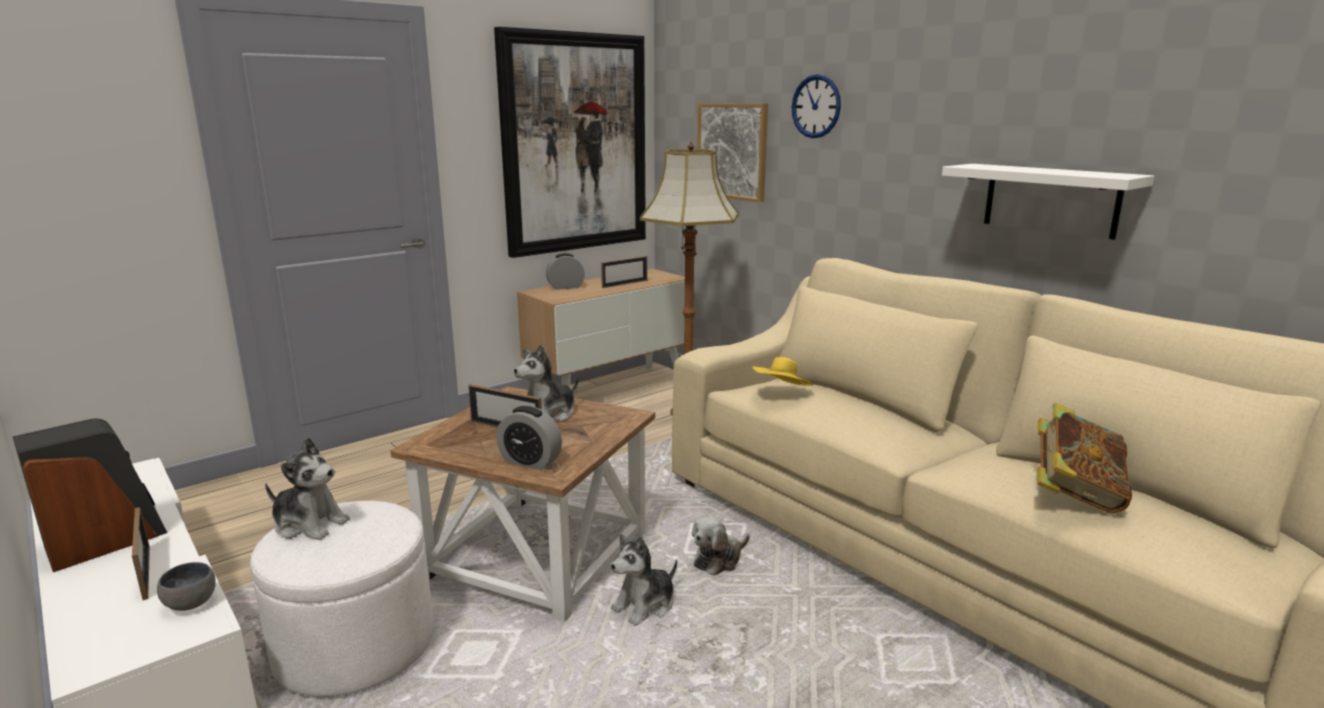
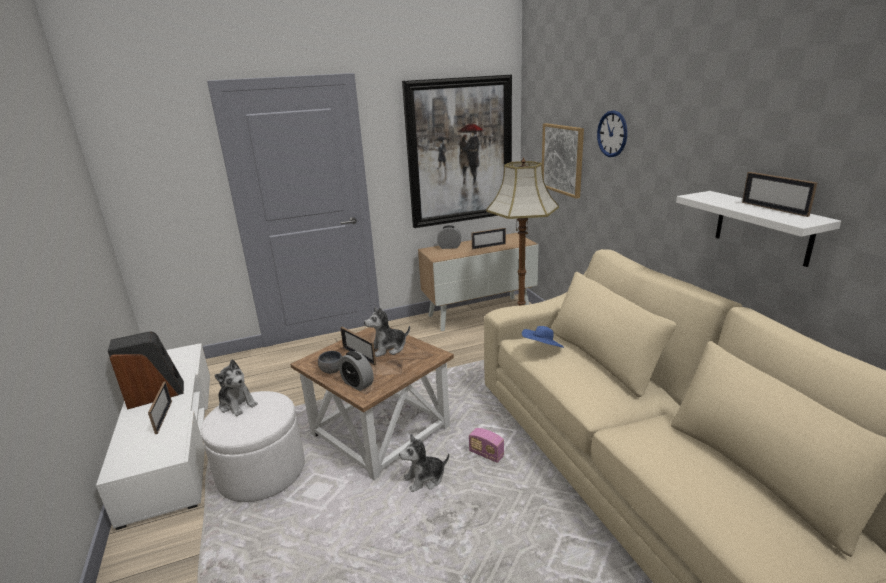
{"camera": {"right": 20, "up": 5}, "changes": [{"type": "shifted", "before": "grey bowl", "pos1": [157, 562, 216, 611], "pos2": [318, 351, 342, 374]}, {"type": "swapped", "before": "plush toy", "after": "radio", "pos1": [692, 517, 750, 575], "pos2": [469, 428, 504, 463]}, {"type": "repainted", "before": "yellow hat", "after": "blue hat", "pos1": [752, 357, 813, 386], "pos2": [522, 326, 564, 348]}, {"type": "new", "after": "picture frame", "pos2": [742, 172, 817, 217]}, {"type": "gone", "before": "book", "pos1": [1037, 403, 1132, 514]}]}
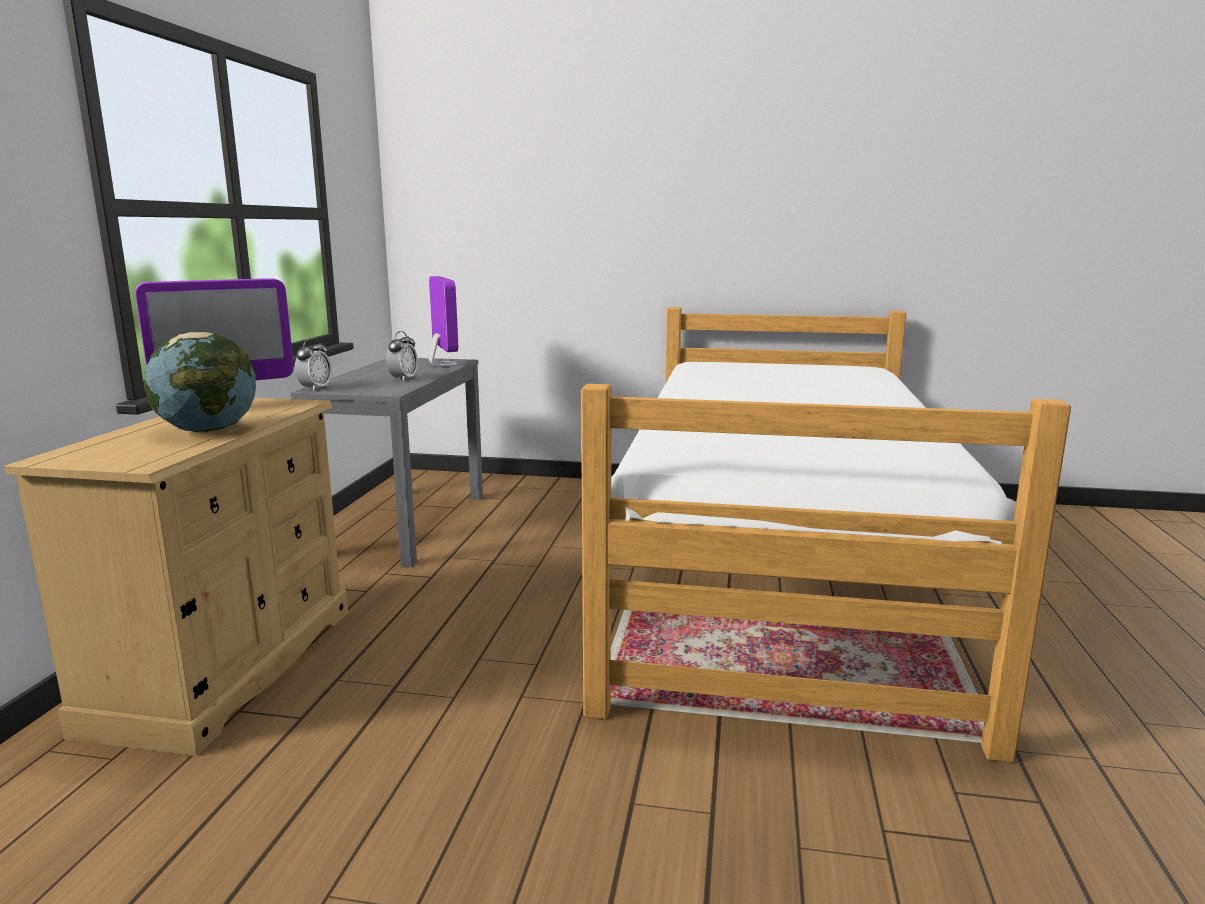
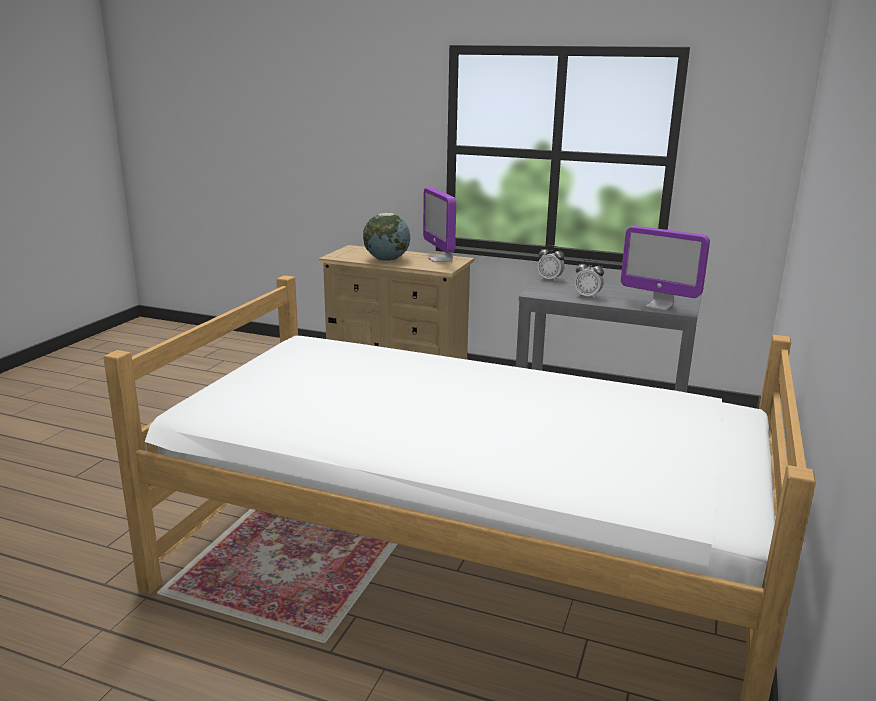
{"camera": {"right": 100, "up": 5}, "changes": [{"type": "rotated", "before": "monitor", "pos1": [428, 276, 458, 367], "pos2": [621, 226, 710, 311], "turn": 45}]}
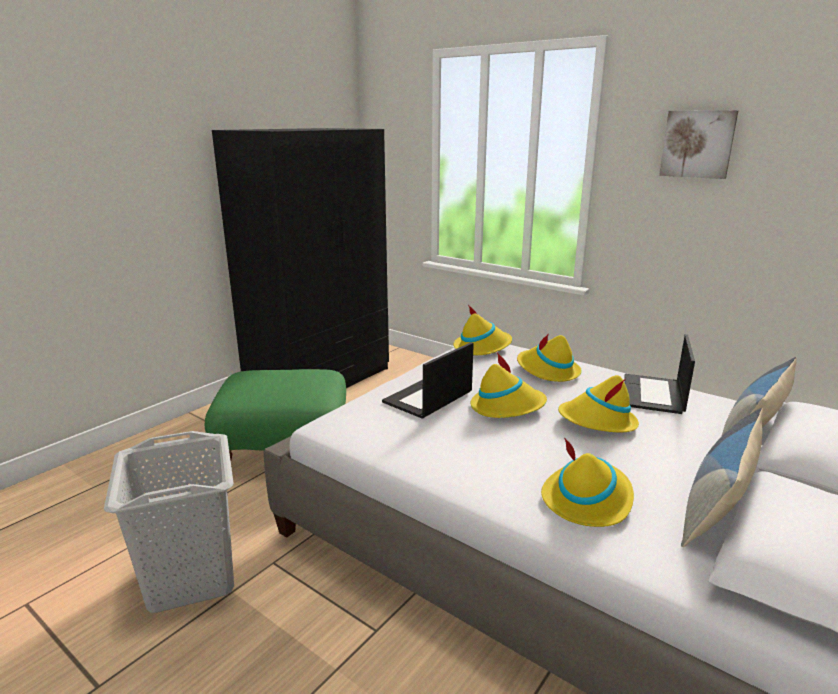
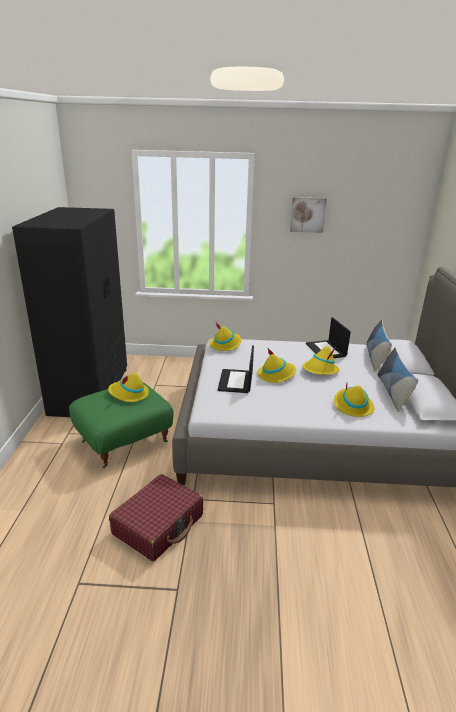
{"camera": {"right": -35, "up": 5}, "changes": [{"type": "shifted", "before": "yellow hat", "pos1": [517, 334, 582, 382], "pos2": [108, 373, 149, 402]}, {"type": "swapped", "before": "grey laundry basket", "after": "red suitcase", "pos1": [104, 431, 234, 613], "pos2": [109, 474, 203, 561]}]}
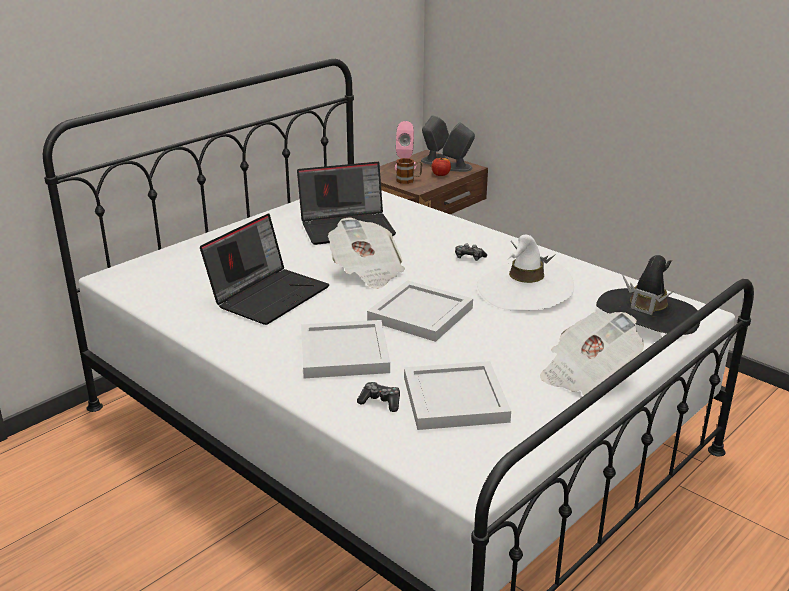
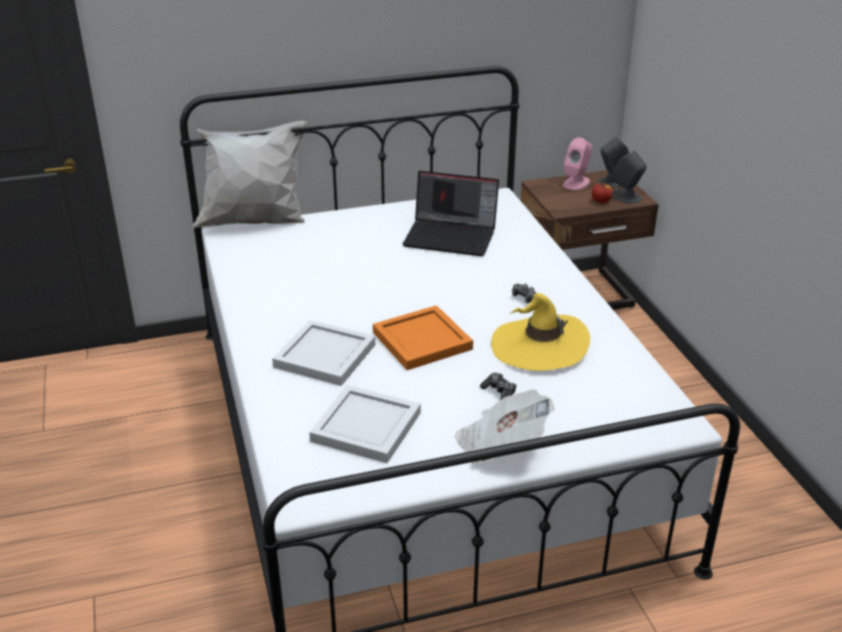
{"camera": {"right": 30, "up": 5}, "changes": [{"type": "new", "after": "white pillow", "pos2": [192, 121, 307, 228]}, {"type": "repainted", "before": "white tray", "after": "orange tray", "pos1": [367, 280, 473, 342], "pos2": [373, 305, 473, 370]}, {"type": "shifted", "before": "game controller", "pos1": [357, 382, 400, 412], "pos2": [480, 373, 517, 399]}, {"type": "repainted", "before": "white hat", "after": "yellow hat", "pos1": [477, 235, 574, 310], "pos2": [491, 293, 590, 371]}, {"type": "gone", "before": "laptop", "pos1": [200, 213, 330, 325]}, {"type": "gone", "before": "newspaper", "pos1": [328, 217, 405, 289]}, {"type": "gone", "before": "mug", "pos1": [396, 158, 422, 184]}, {"type": "gone", "before": "black hat", "pos1": [596, 255, 700, 335]}]}
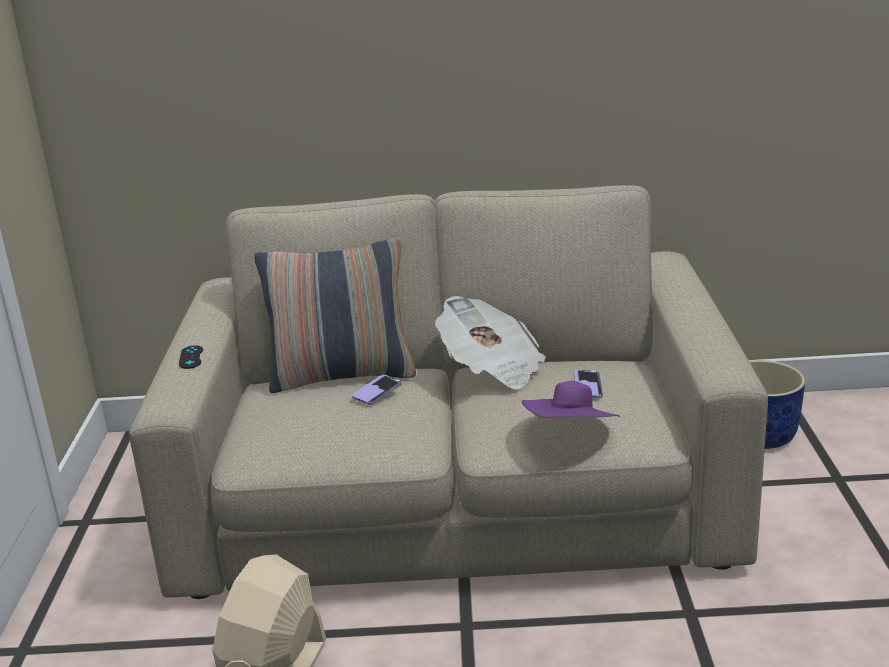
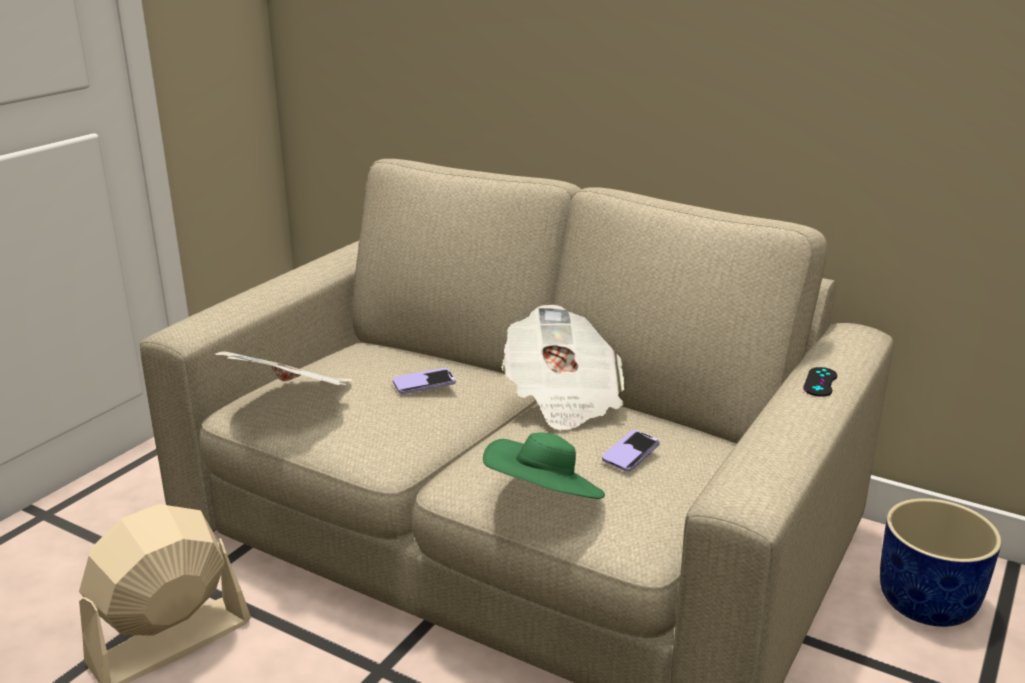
{"camera": {"right": 30, "up": 0}, "changes": [{"type": "new", "after": "newspaper", "pos2": [215, 352, 353, 385]}, {"type": "repainted", "before": "purple hat", "after": "green hat", "pos1": [522, 381, 620, 418], "pos2": [483, 433, 605, 499]}, {"type": "shifted", "before": "black game controller", "pos1": [179, 345, 203, 369], "pos2": [803, 367, 837, 397]}, {"type": "gone", "before": "pillow", "pos1": [254, 238, 416, 393]}]}
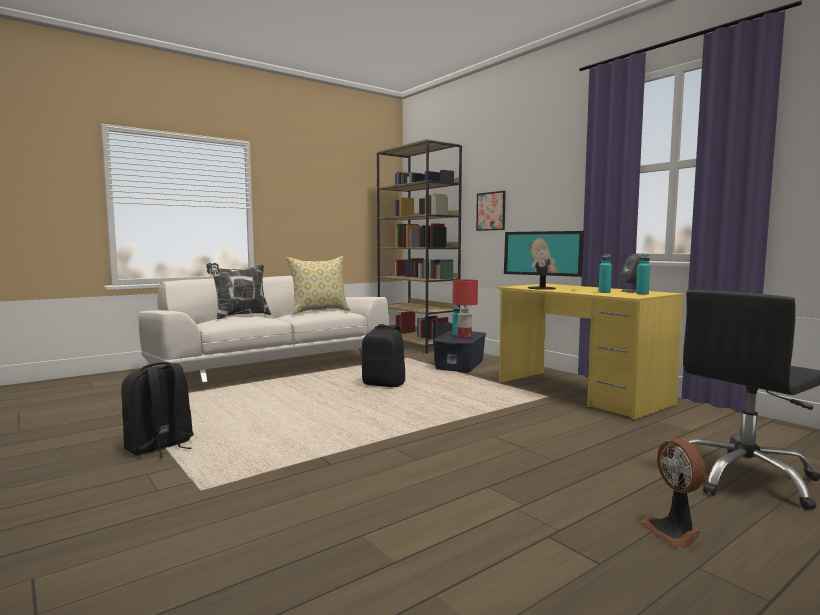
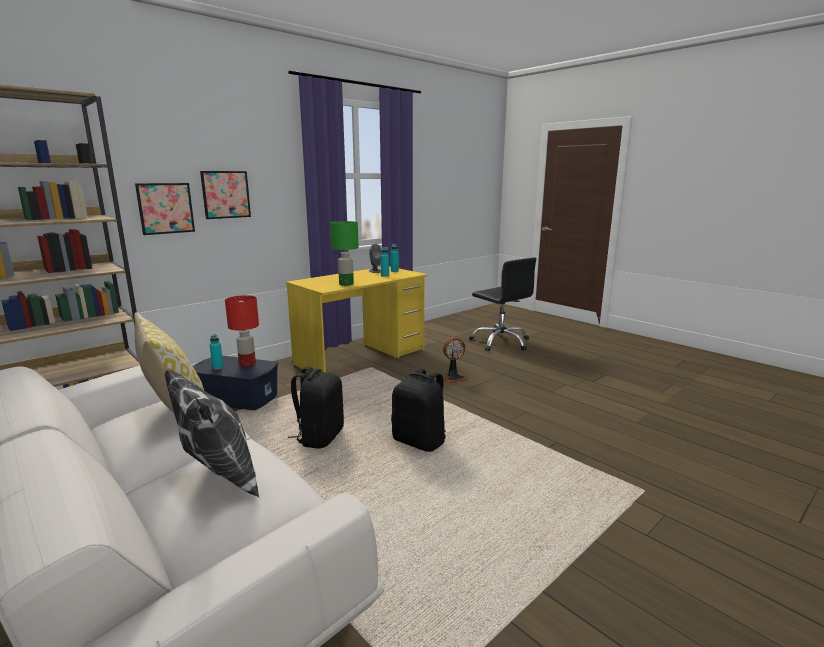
{"camera": {"right": -95, "up": 10}, "changes": [{"type": "new", "after": "picture", "pos2": [200, 171, 251, 219]}, {"type": "swapped", "before": "monitor", "after": "green table lamp", "pos1": [504, 231, 584, 290], "pos2": [330, 221, 359, 286]}, {"type": "shifted", "before": "black backpack", "pos1": [121, 362, 194, 458], "pos2": [391, 368, 446, 452]}, {"type": "shifted", "before": "fan", "pos1": [640, 438, 706, 548], "pos2": [443, 337, 468, 383]}]}
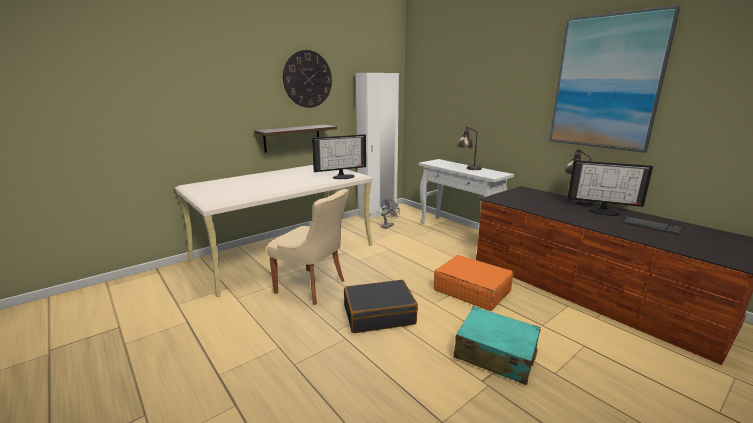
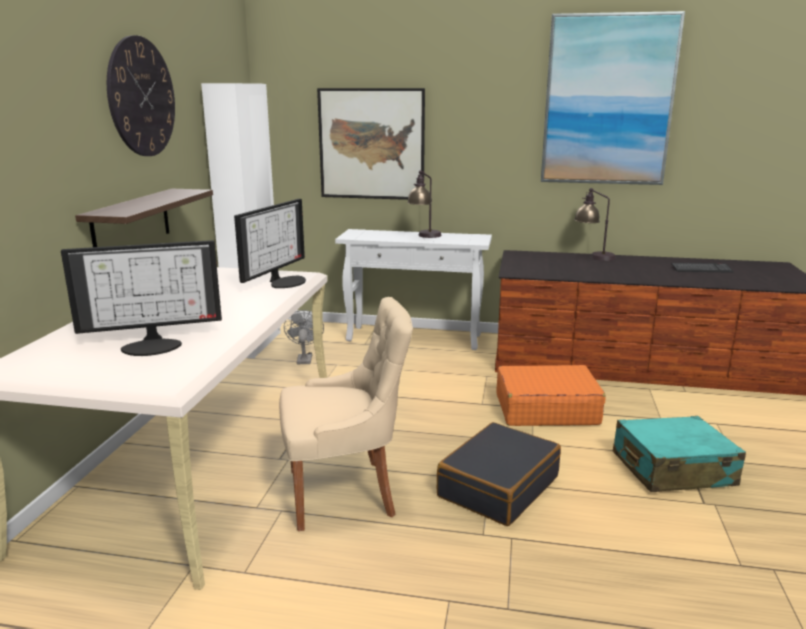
{"camera": {"right": -40, "up": 0}, "changes": [{"type": "shifted", "before": "monitor", "pos1": [567, 160, 653, 216], "pos2": [61, 240, 222, 356]}, {"type": "new", "after": "picture", "pos2": [317, 88, 425, 200]}]}
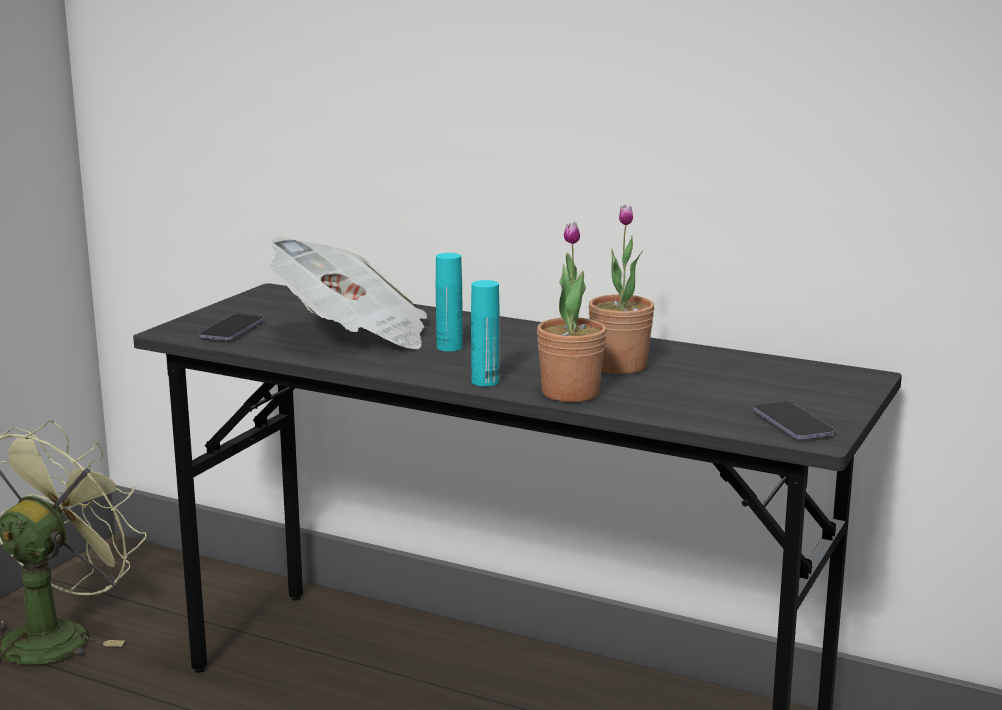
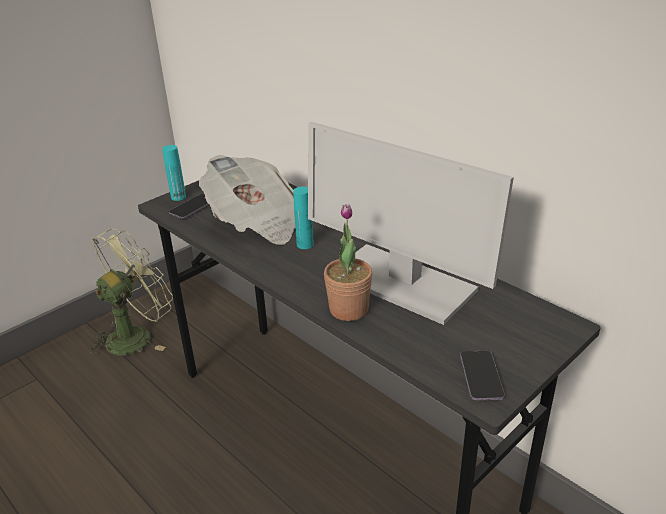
{"camera": {"right": 20, "up": 15}, "changes": [{"type": "shifted", "before": "turquoise bottle", "pos1": [471, 280, 500, 386], "pos2": [162, 145, 186, 201]}, {"type": "swapped", "before": "potted plant", "after": "monitor", "pos1": [588, 205, 655, 374], "pos2": [308, 122, 514, 325]}]}
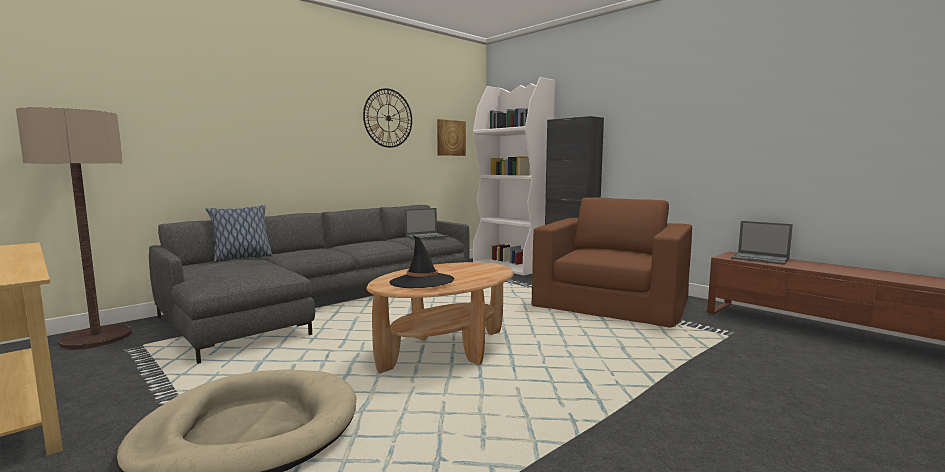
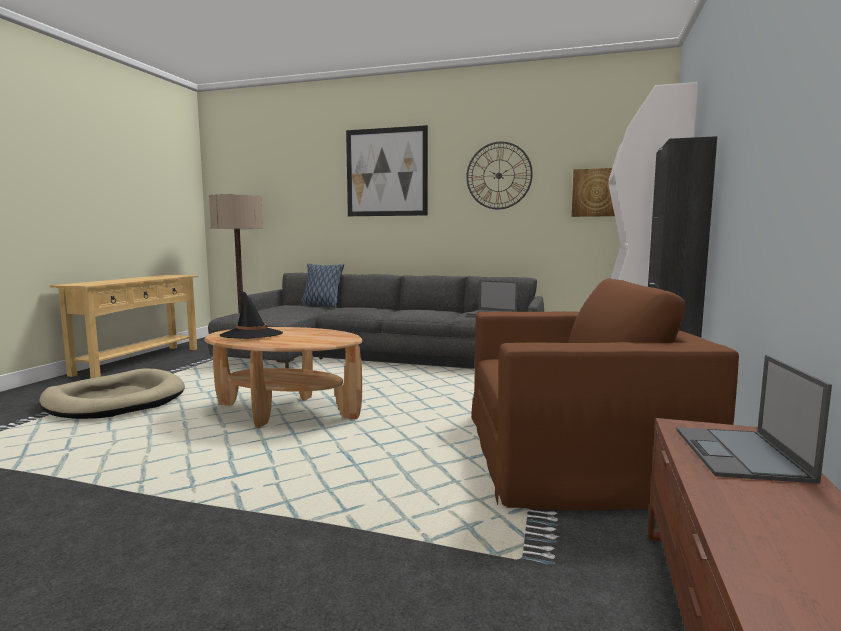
{"camera": {"right": 60, "up": 0}, "changes": [{"type": "new", "after": "picture", "pos2": [346, 125, 428, 216]}]}
